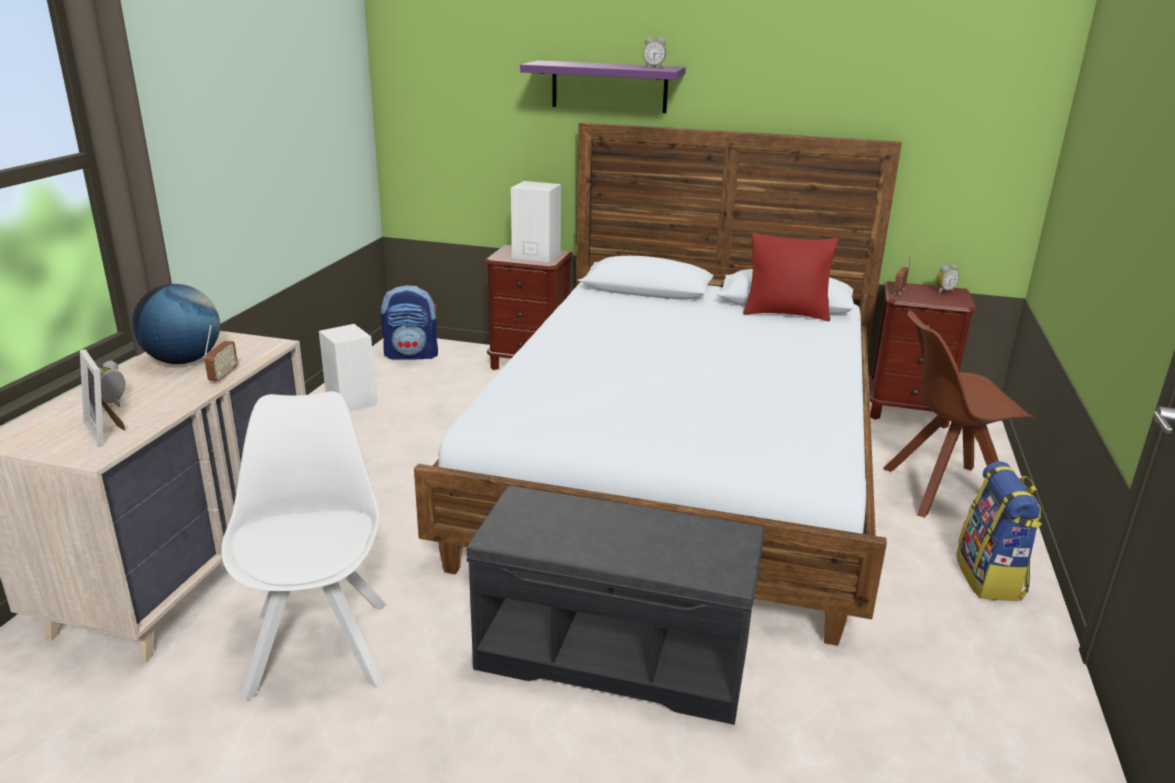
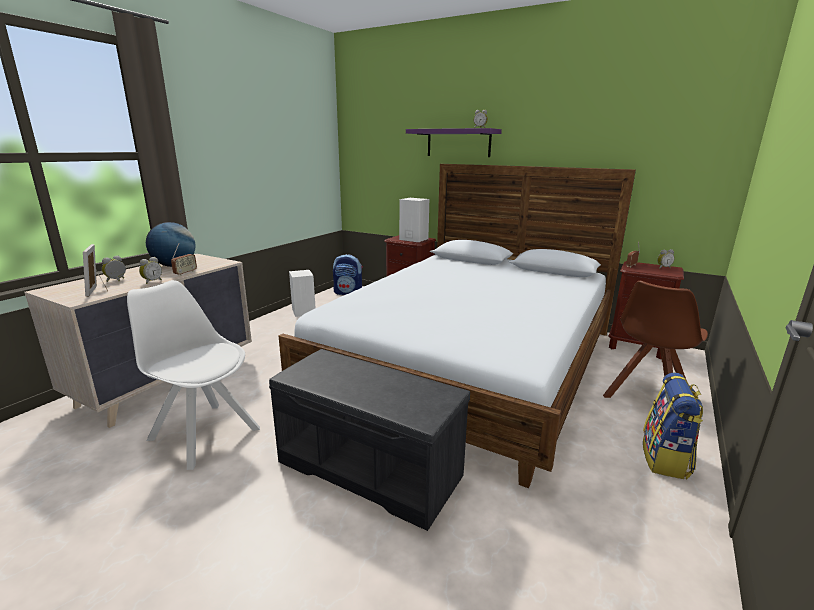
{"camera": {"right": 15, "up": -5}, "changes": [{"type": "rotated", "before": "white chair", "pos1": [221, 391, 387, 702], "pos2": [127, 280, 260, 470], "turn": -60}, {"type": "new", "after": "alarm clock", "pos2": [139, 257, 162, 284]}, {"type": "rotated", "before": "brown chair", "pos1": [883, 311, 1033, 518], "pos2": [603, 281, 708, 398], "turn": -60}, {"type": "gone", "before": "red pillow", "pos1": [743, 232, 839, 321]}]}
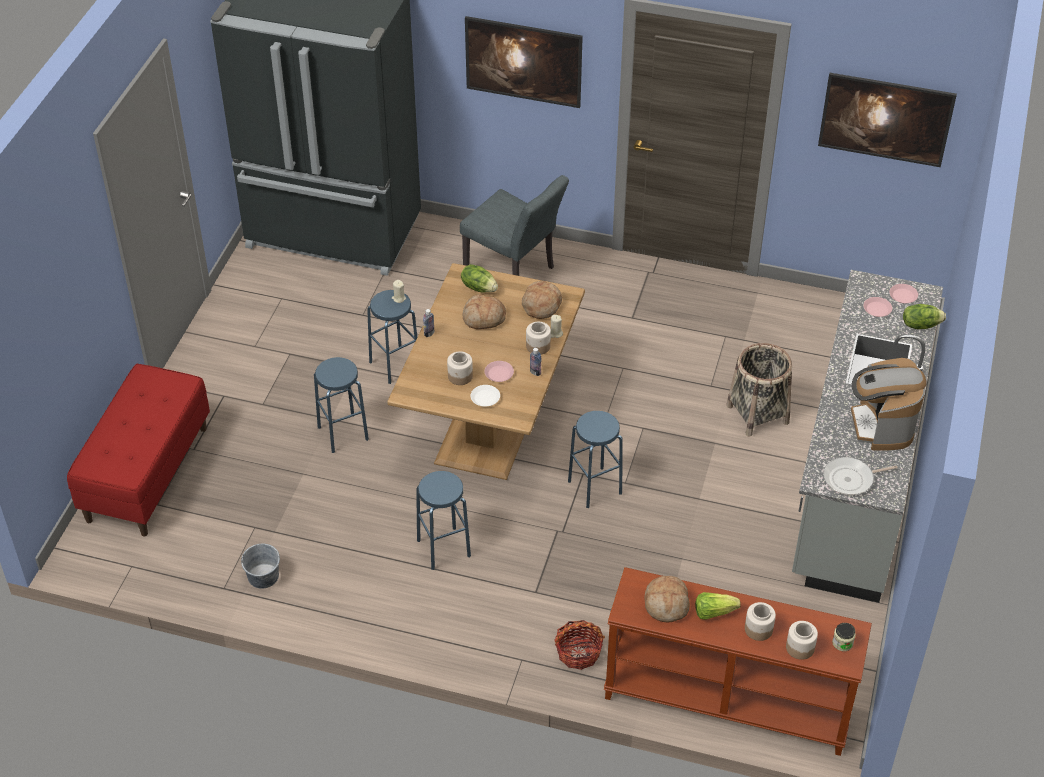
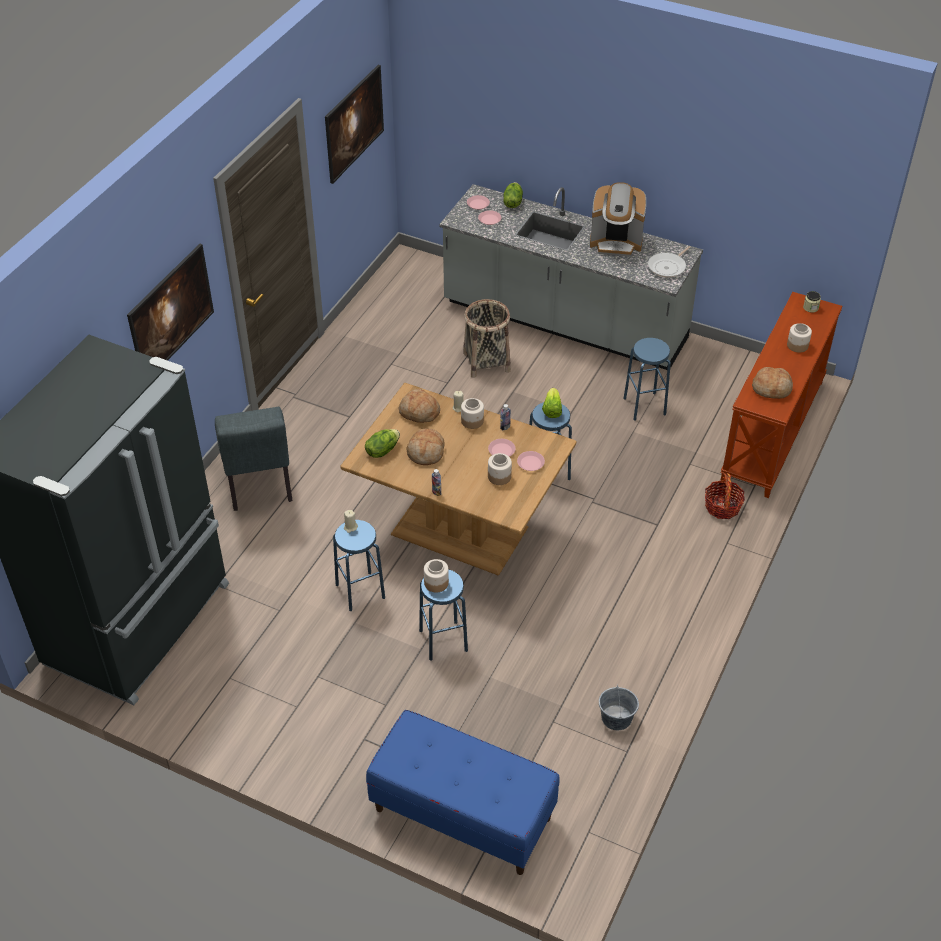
{"camera": {"right": -80, "up": 0}, "changes": [{"type": "rotated", "before": "grey chair", "pos1": [460, 175, 569, 276], "pos2": [215, 407, 293, 511], "turn": 120}, {"type": "repainted", "before": "red bench", "after": "blue bench", "pos1": [67, 364, 210, 536], "pos2": [366, 710, 560, 875]}, {"type": "shifted", "before": "jar", "pos1": [786, 621, 818, 660], "pos2": [424, 559, 449, 592]}, {"type": "repainted", "before": "white plate", "after": "pink plate", "pos1": [471, 385, 500, 407], "pos2": [517, 451, 545, 471]}, {"type": "shifted", "before": "lettuce", "pos1": [695, 592, 741, 620], "pos2": [542, 388, 562, 418]}, {"type": "shifted", "before": "blue stool", "pos1": [416, 471, 471, 570], "pos2": [624, 338, 671, 421]}, {"type": "rotated", "before": "frying pan", "pos1": [823, 457, 898, 495], "pos2": [648, 246, 690, 278], "turn": 45}]}
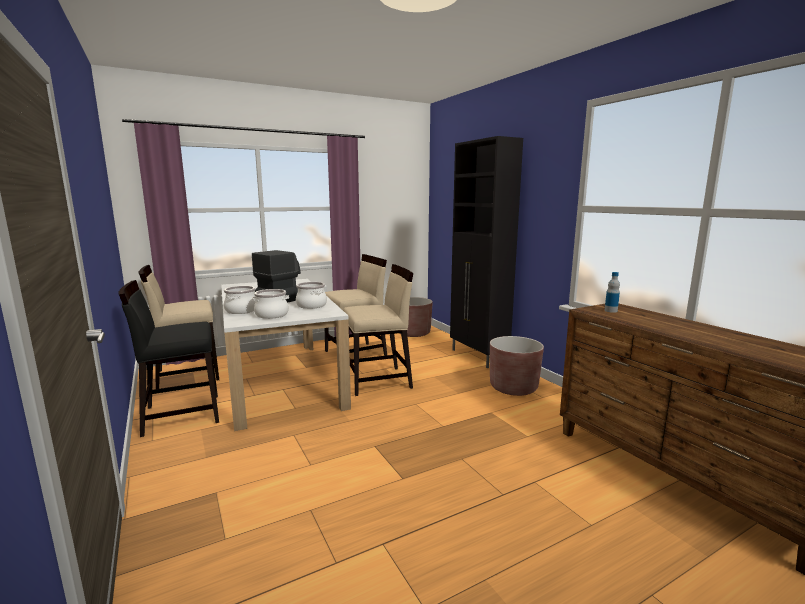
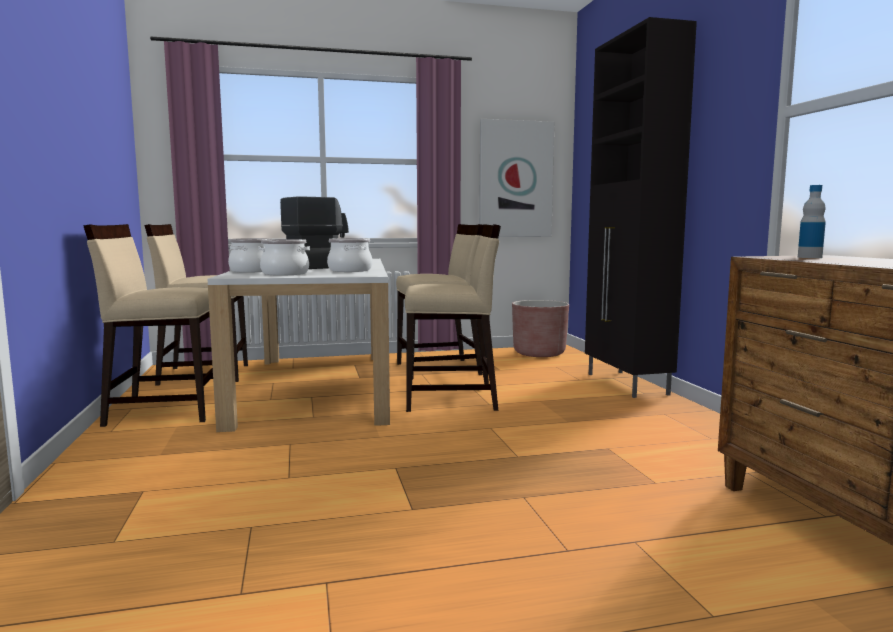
{"camera": {"right": 15, "up": -5}, "changes": [{"type": "repainted", "before": "black chair", "after": "beige chair", "pos1": [118, 280, 219, 437], "pos2": [83, 224, 213, 427]}, {"type": "new", "after": "picture", "pos2": [479, 119, 554, 237]}, {"type": "gone", "before": "brown planter", "pos1": [490, 336, 544, 396]}]}
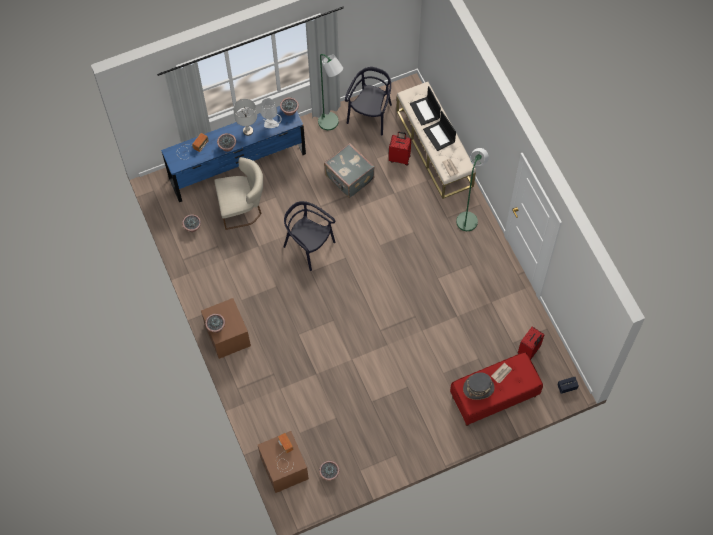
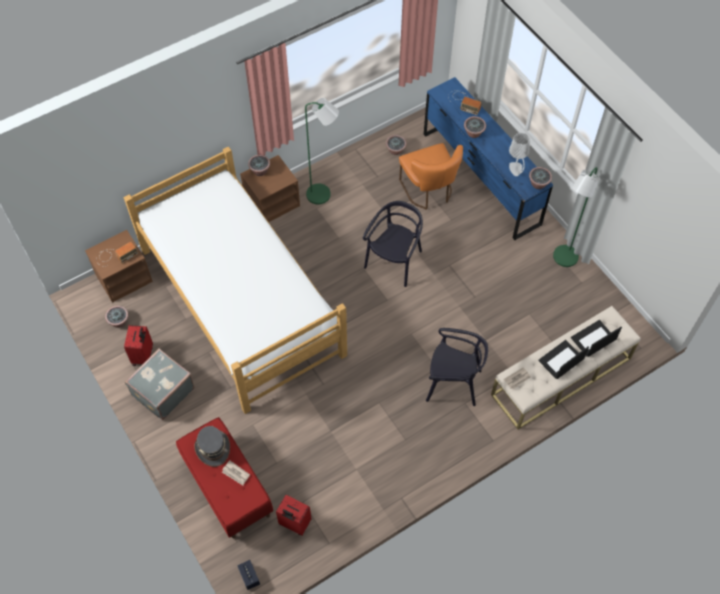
{"camera": {"right": 80, "up": -5}, "changes": [{"type": "new", "after": "bed", "pos2": [124, 147, 347, 414]}, {"type": "shifted", "before": "red suitcase", "pos1": [389, 132, 411, 166], "pos2": [124, 325, 153, 366]}, {"type": "shifted", "before": "grey suitcase", "pos1": [324, 143, 374, 198], "pos2": [125, 349, 195, 420]}, {"type": "shifted", "before": "green floor lamp", "pos1": [456, 148, 489, 231], "pos2": [305, 98, 339, 204]}, {"type": "repainted", "before": "beige chair", "after": "orange chair", "pos1": [214, 157, 263, 230], "pos2": [399, 143, 463, 210]}, {"type": "shifted", "before": "black chair", "pos1": [345, 67, 392, 135], "pos2": [426, 328, 488, 406]}, {"type": "gone", "before": "grey table lamp", "pos1": [233, 99, 257, 136]}]}
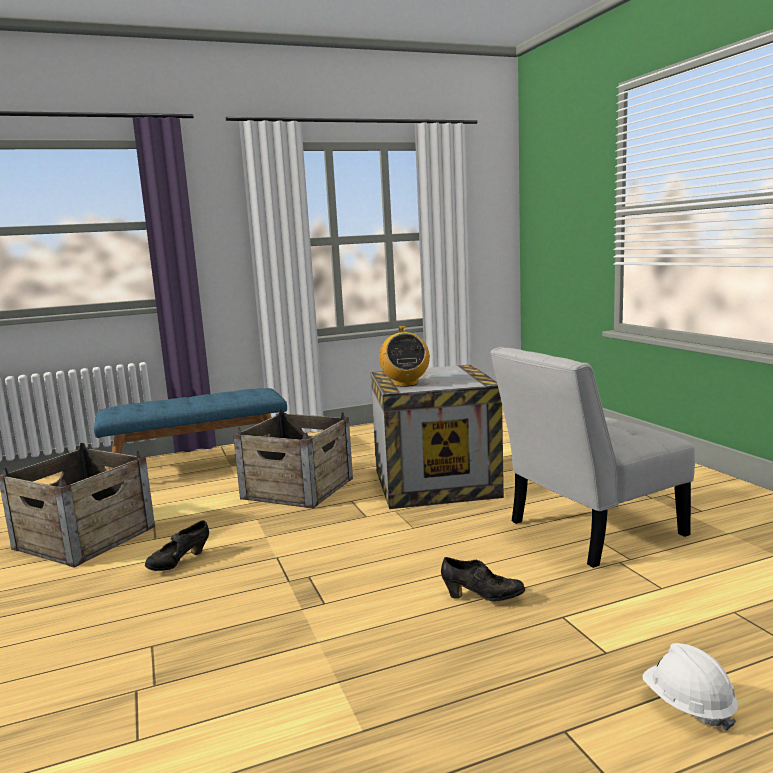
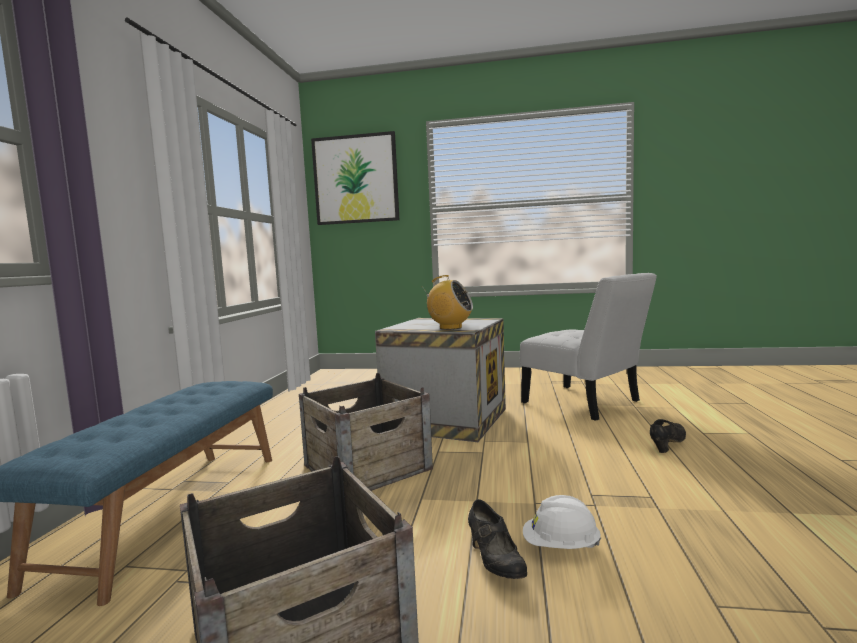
{"camera": {"right": -60, "up": -5}, "changes": [{"type": "new", "after": "picture", "pos2": [311, 131, 399, 225]}, {"type": "rotated", "before": "white chair", "pos1": [490, 347, 695, 568], "pos2": [520, 273, 657, 421], "turn": -45}, {"type": "shifted", "before": "white hard hat", "pos1": [642, 643, 738, 731], "pos2": [523, 495, 601, 549]}]}
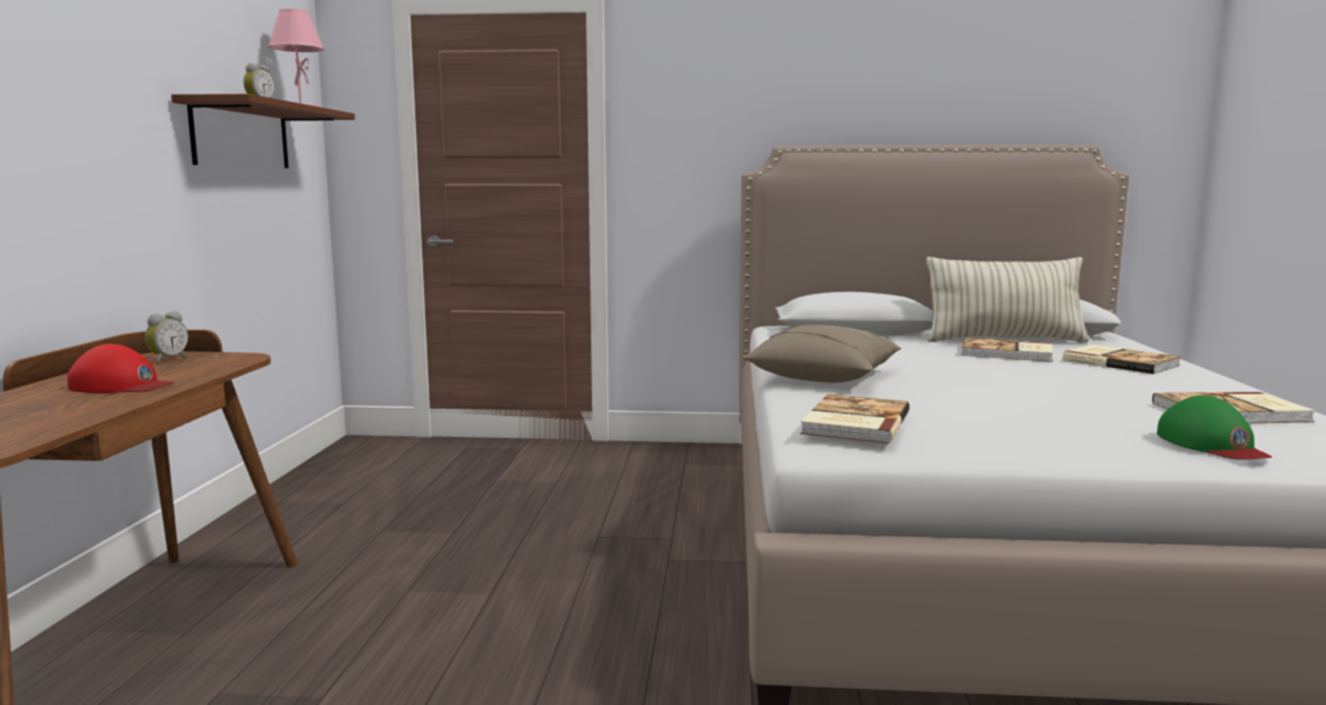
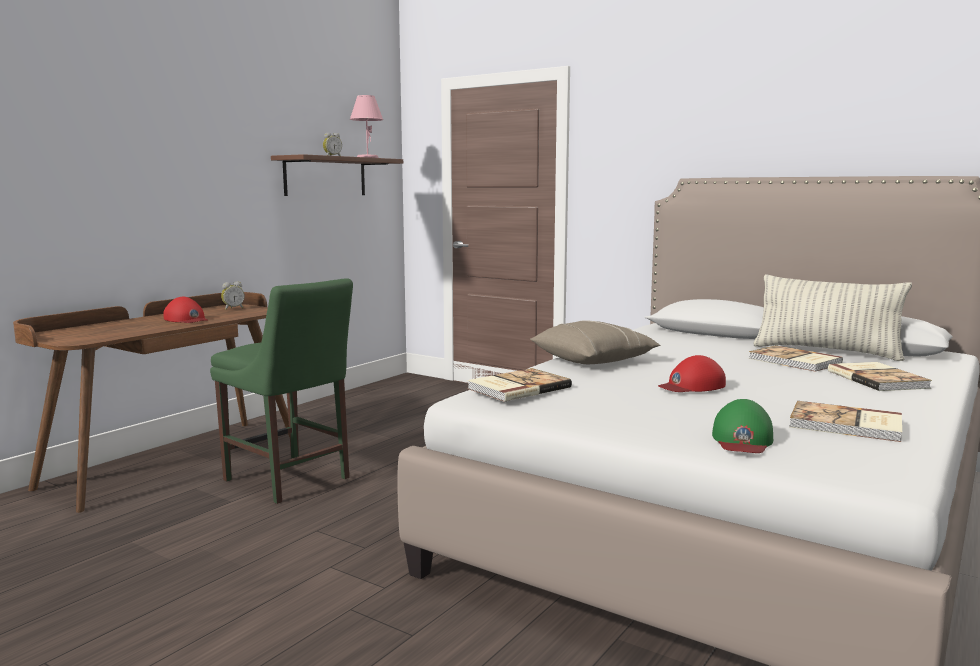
{"camera": {"right": 30, "up": 0}, "changes": [{"type": "new", "after": "green chair", "pos2": [210, 278, 353, 504]}, {"type": "new", "after": "red cap", "pos2": [658, 355, 726, 392]}]}
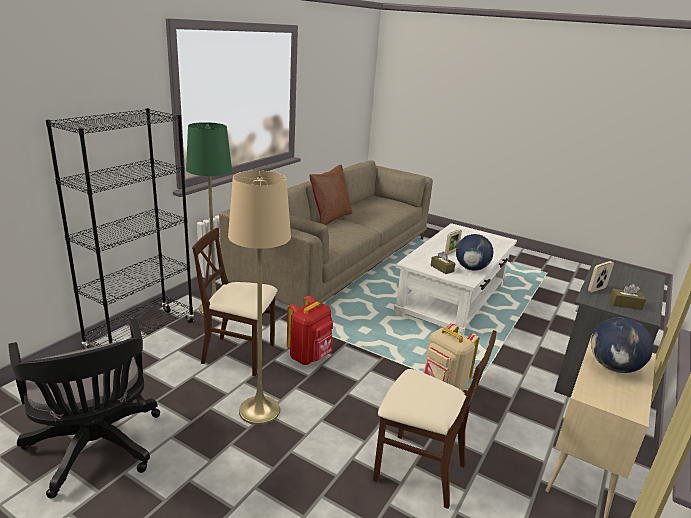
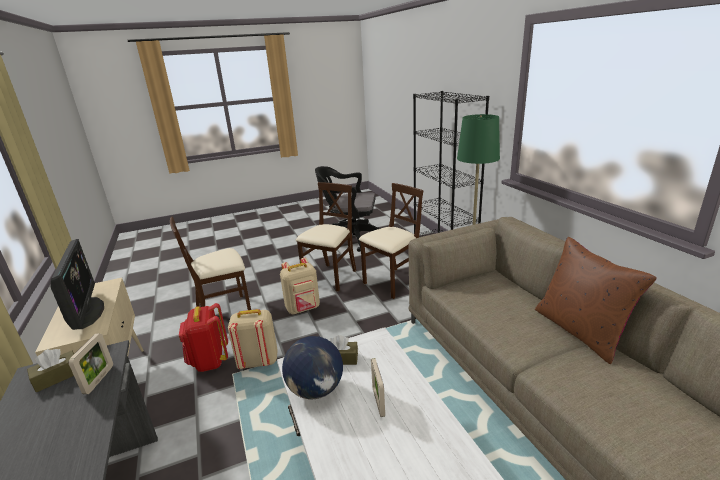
{"camera": {"right": 130, "up": 0}, "changes": [{"type": "swapped", "before": "globe", "after": "monitor", "pos1": [591, 317, 653, 373], "pos2": [51, 239, 104, 330]}, {"type": "shifted", "before": "red backpack", "pos1": [287, 296, 333, 365], "pos2": [179, 303, 228, 372]}, {"type": "new", "after": "beige backpack", "pos2": [280, 258, 320, 314]}, {"type": "swapped", "before": "beige floor lamp", "after": "beige chair", "pos1": [228, 170, 291, 425], "pos2": [296, 182, 356, 292]}]}
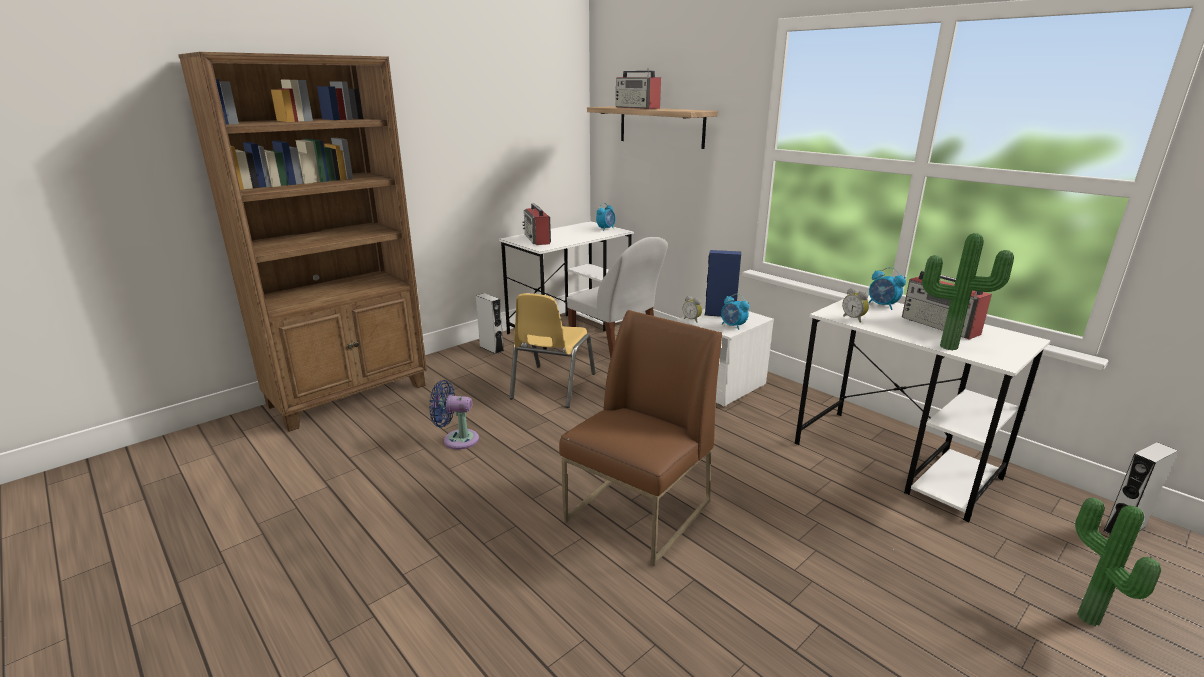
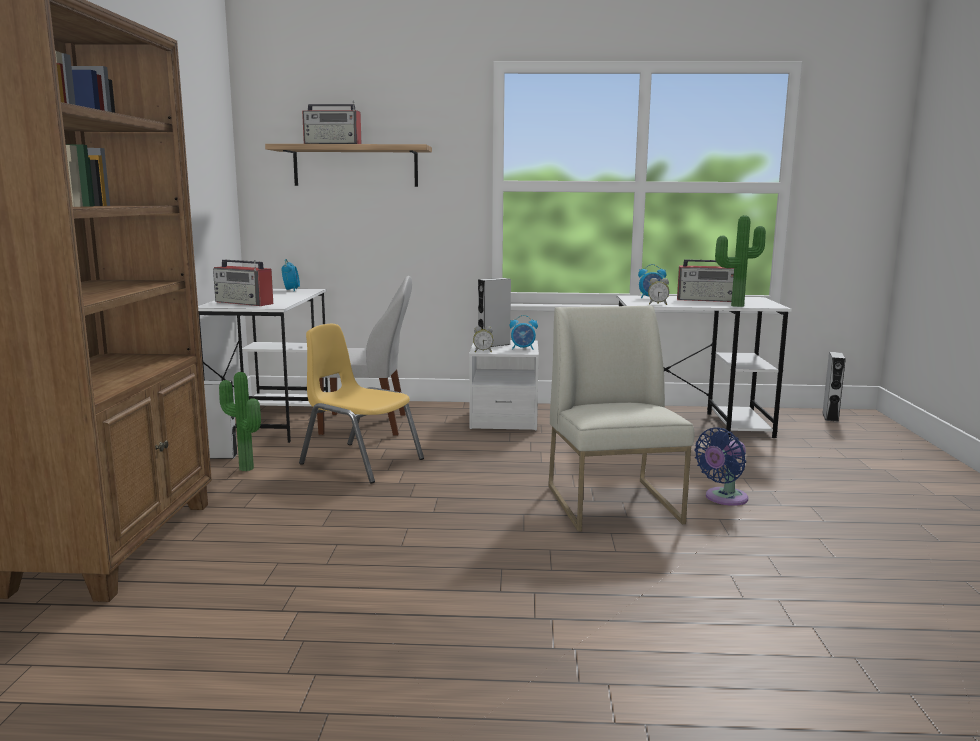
{"camera": {"right": -45, "up": -10}, "changes": [{"type": "shifted", "before": "potted plant", "pos1": [1075, 498, 1161, 626], "pos2": [219, 372, 261, 471]}, {"type": "rotated", "before": "yellow chair", "pos1": [509, 293, 596, 408], "pos2": [299, 324, 424, 484], "turn": 150}, {"type": "repainted", "before": "blue speaker", "after": "grey speaker", "pos1": [705, 250, 741, 317], "pos2": [478, 278, 511, 347]}, {"type": "repainted", "before": "brown chair", "after": "white chair", "pos1": [559, 310, 722, 566], "pos2": [548, 306, 695, 531]}, {"type": "shifted", "before": "blue fan", "pos1": [429, 380, 479, 450], "pos2": [694, 428, 748, 506]}]}
